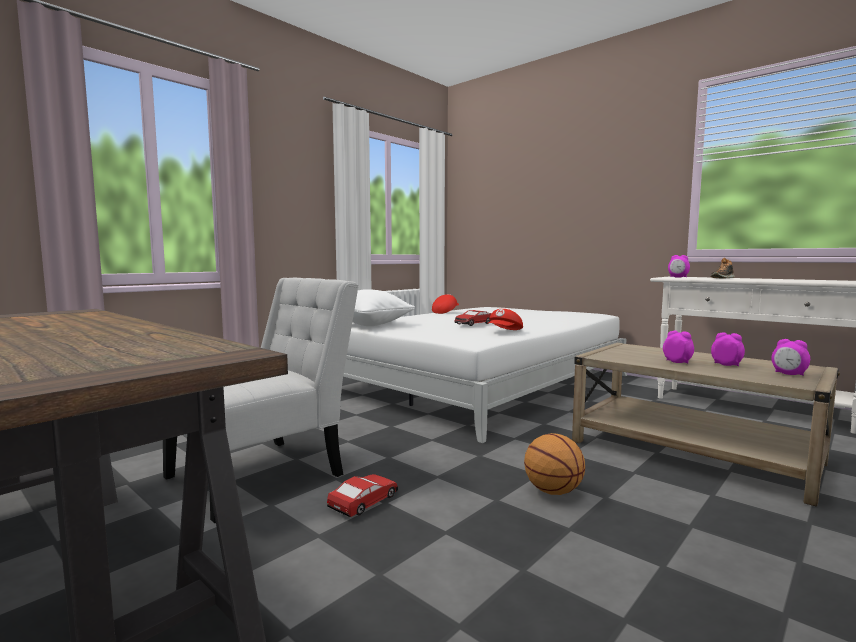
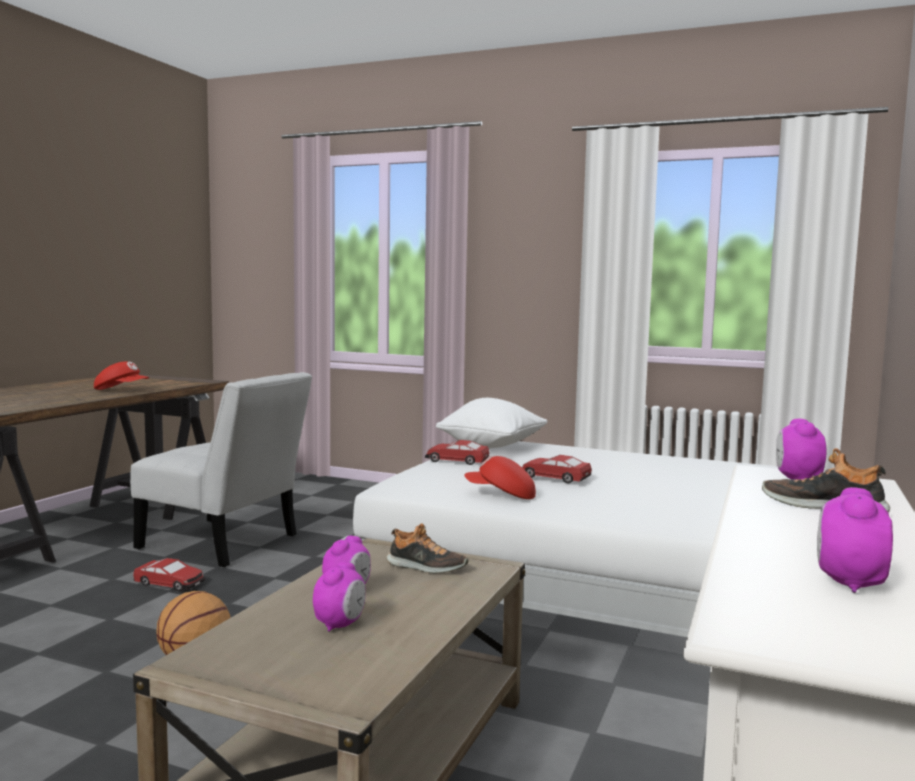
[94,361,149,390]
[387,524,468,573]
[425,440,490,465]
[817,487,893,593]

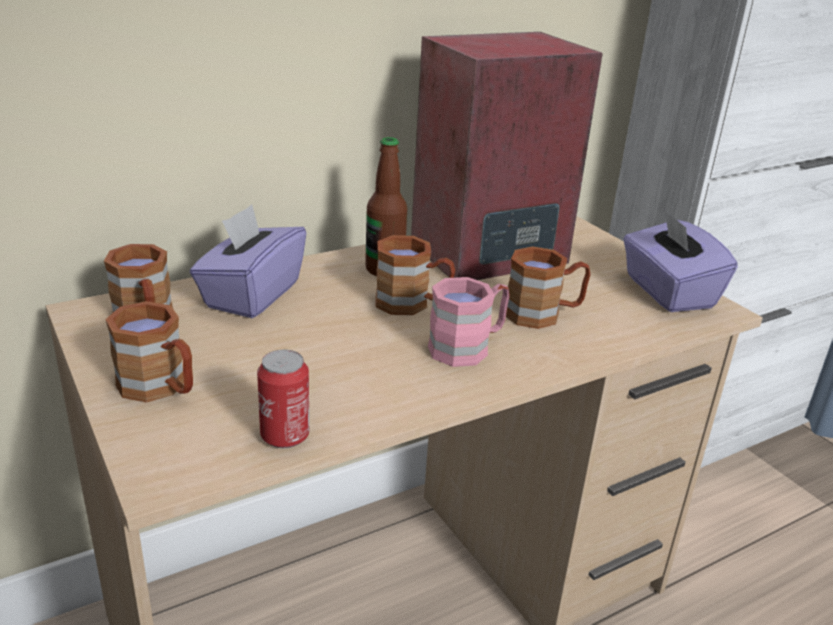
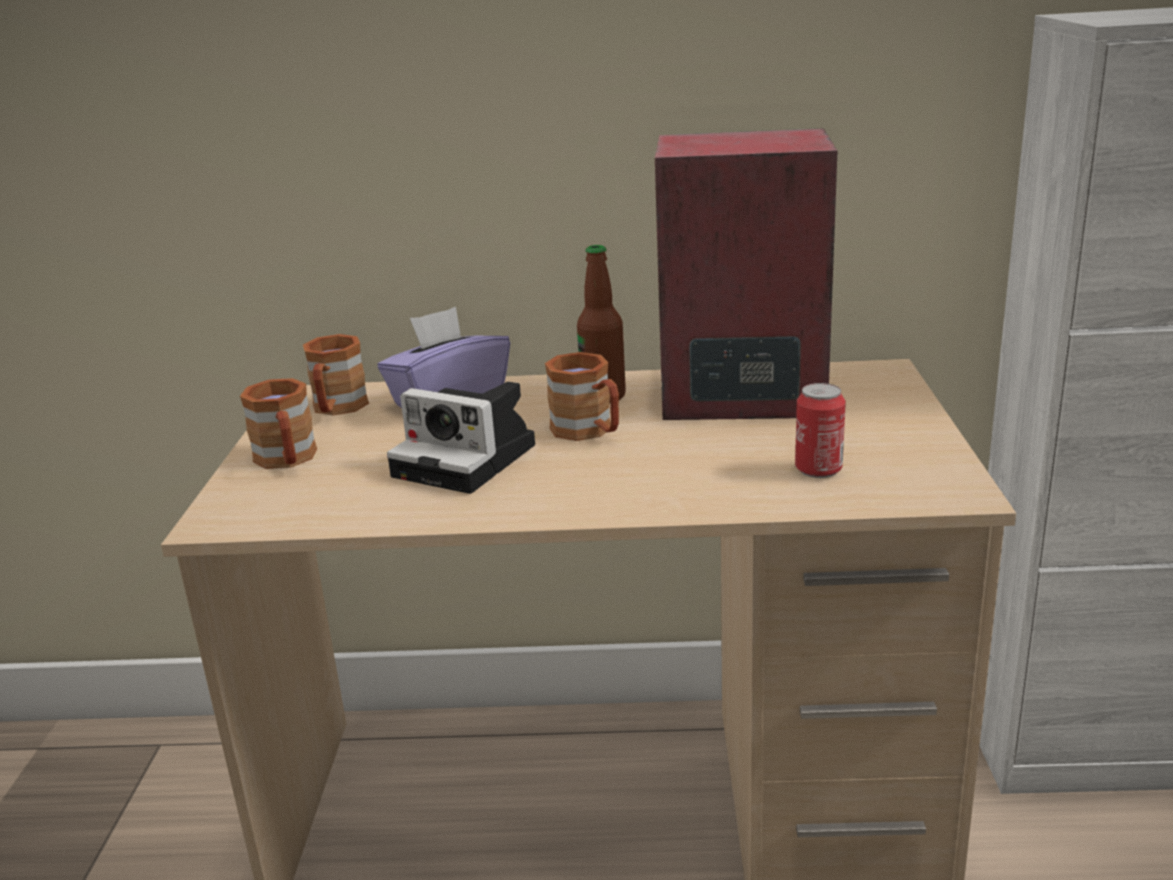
[387,381,535,494]
[795,383,846,478]
[428,277,510,367] (first image)
[506,246,591,329] (first image)
[623,210,738,312] (first image)

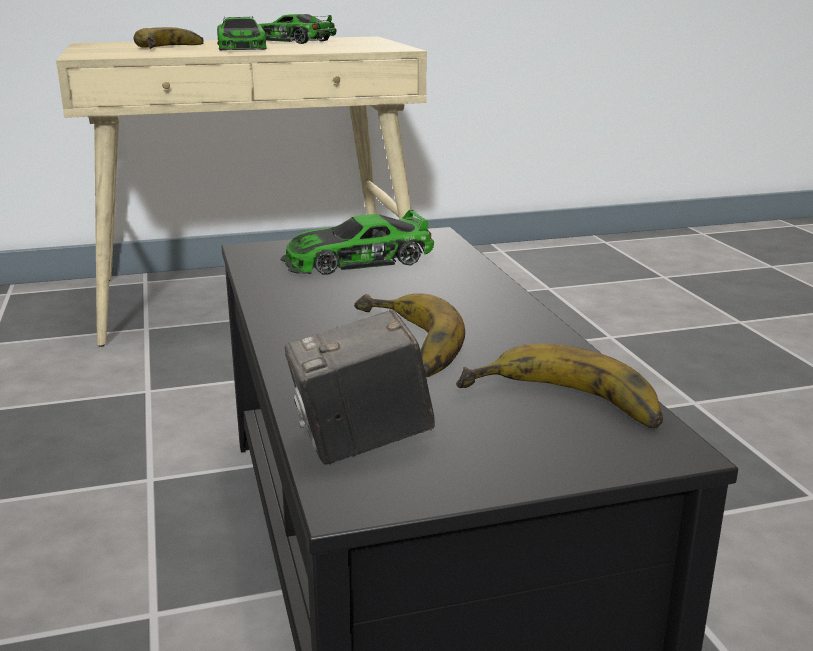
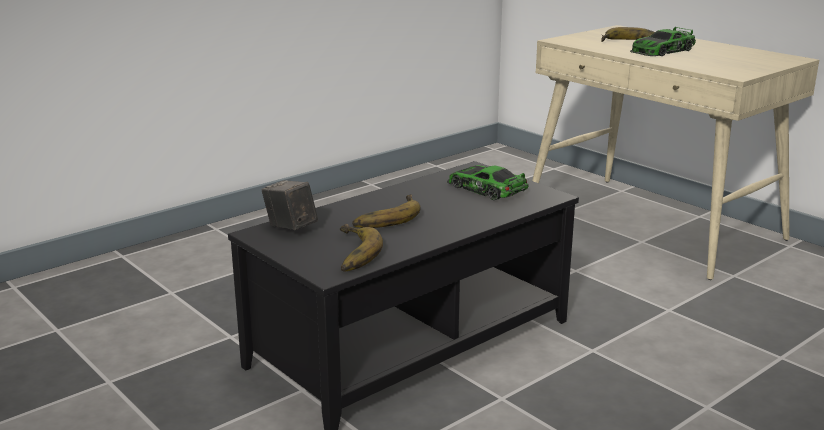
[259,14,337,44] (first image)

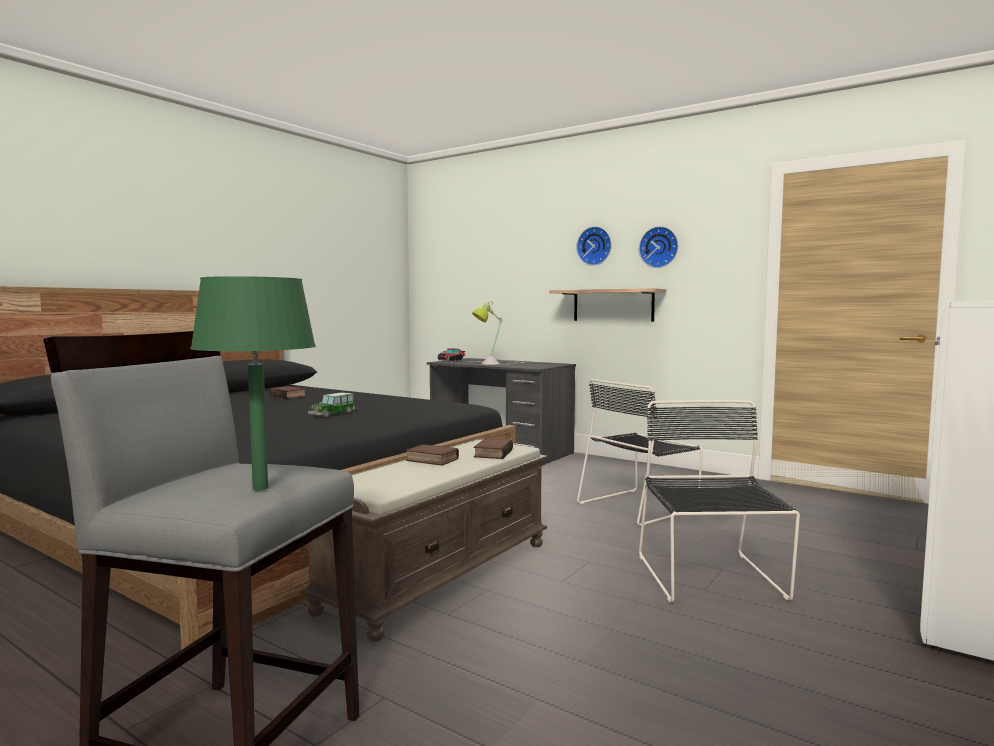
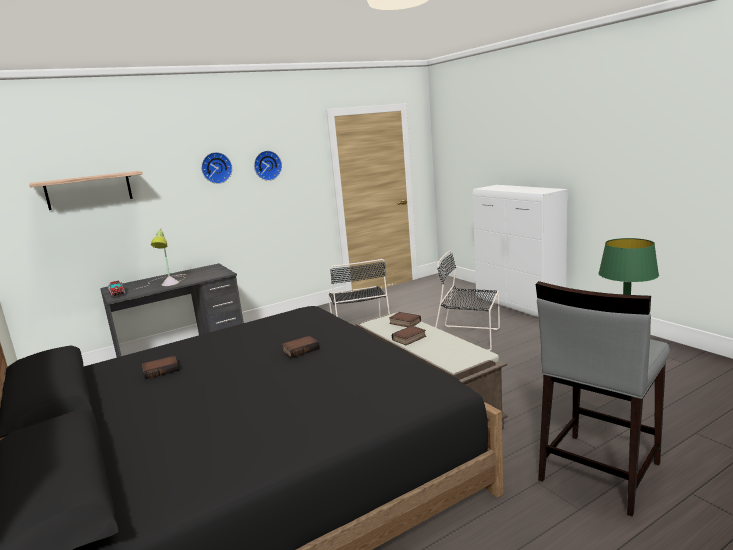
[29,171,143,210]
[282,336,320,358]

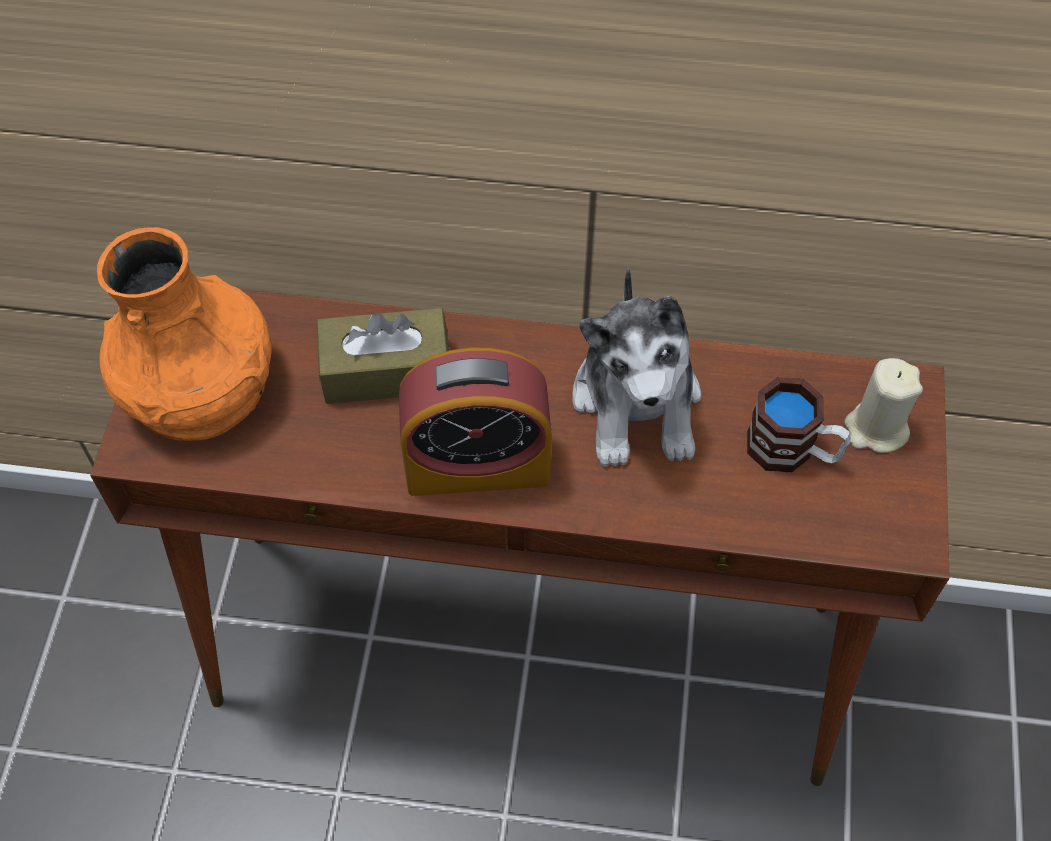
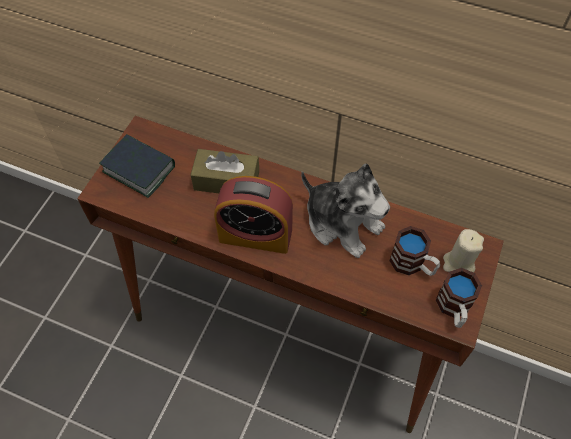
[99,134,175,198]
[301,164,390,258]
[436,268,482,328]

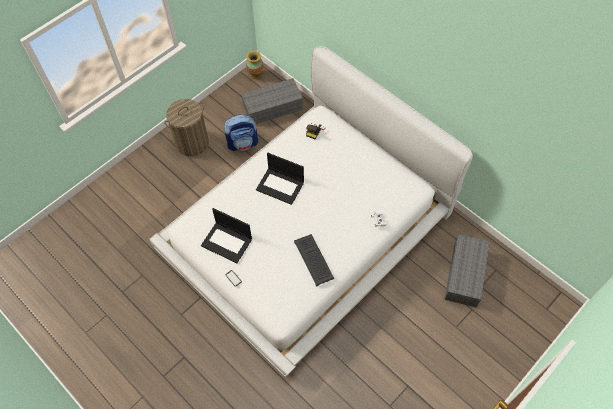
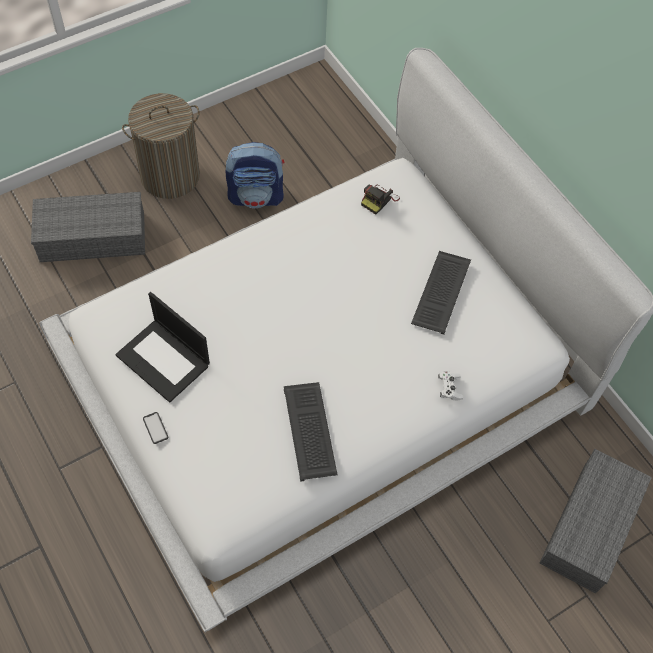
[31,192,145,262]
[411,251,471,334]
[246,51,264,79] (first image)
[256,153,304,205] (first image)

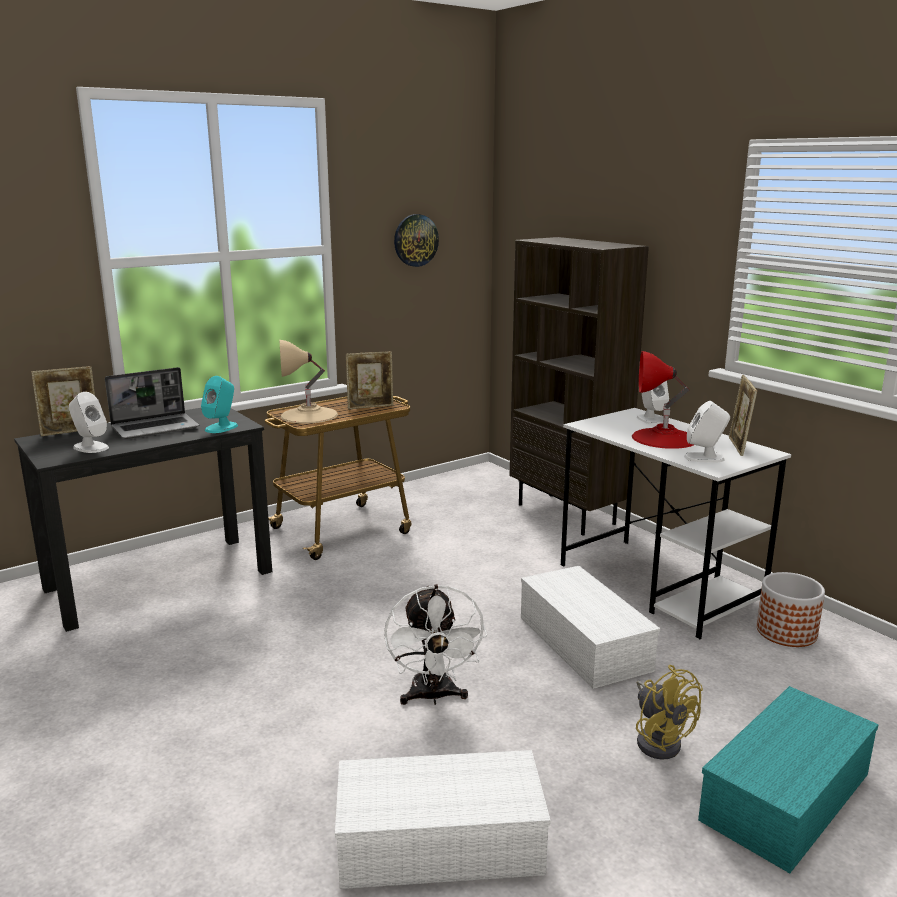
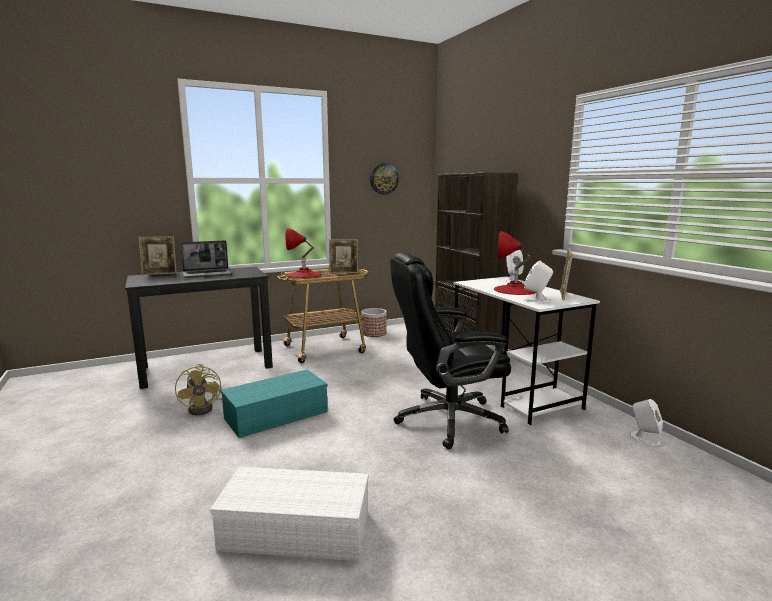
[175,364,222,415]
[221,370,328,438]
[286,228,322,278]
[361,308,387,337]
[390,252,511,449]
[629,399,663,446]
[201,376,238,433] (first image)
[384,584,487,705] (first image)

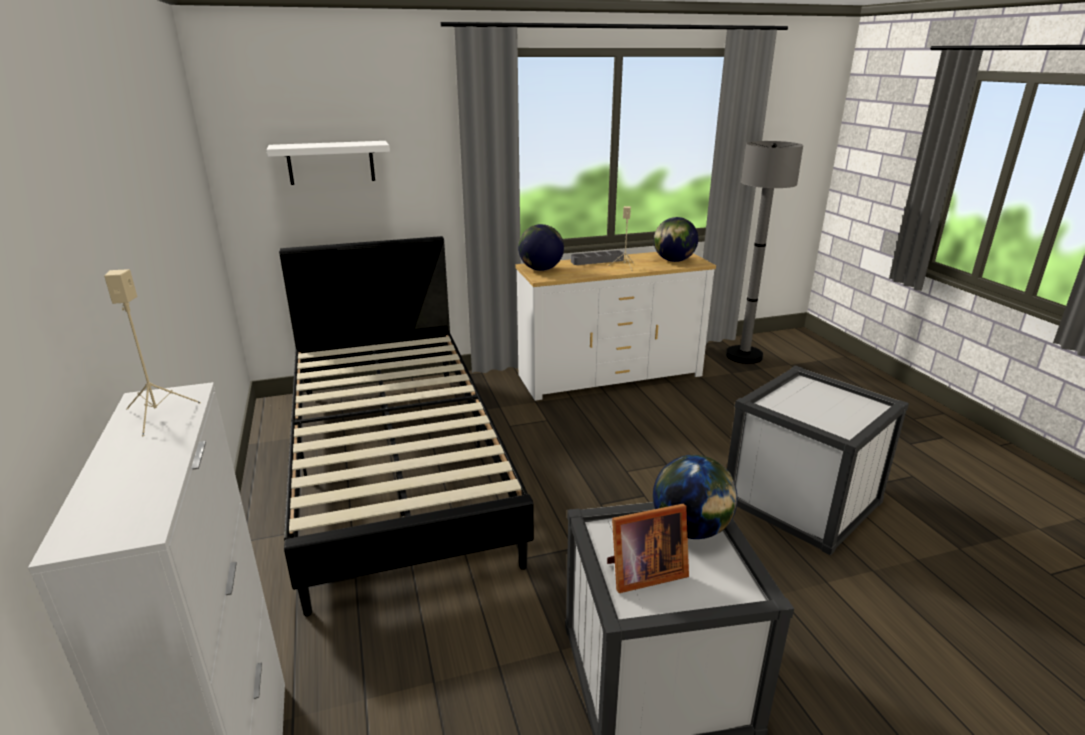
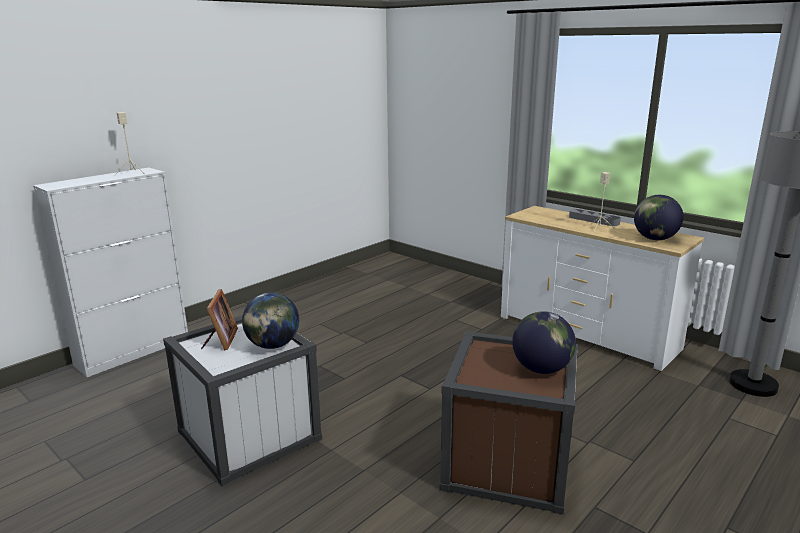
[201,289,238,350]
[440,331,578,515]
[512,311,576,374]
[267,141,390,185] (first image)
[279,236,534,617] (first image)

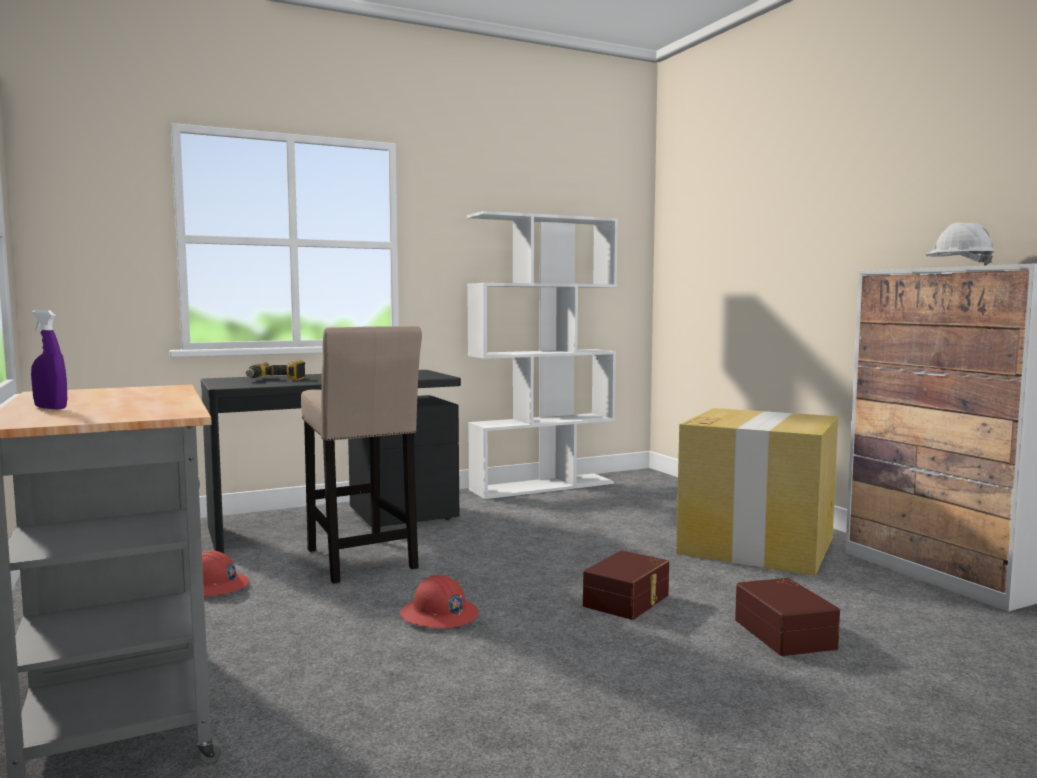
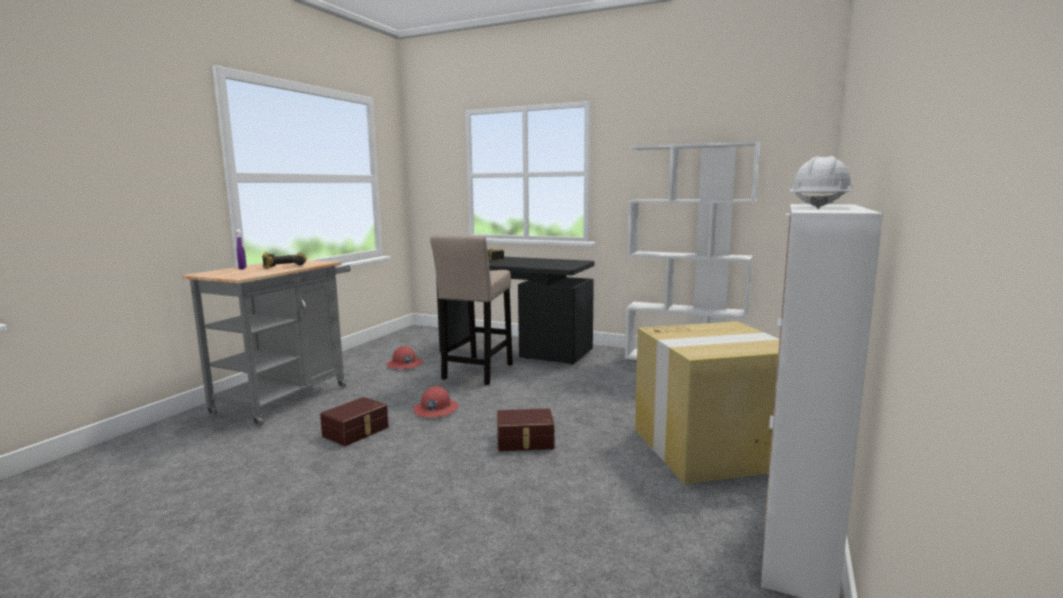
[262,252,306,269]
[320,397,389,446]

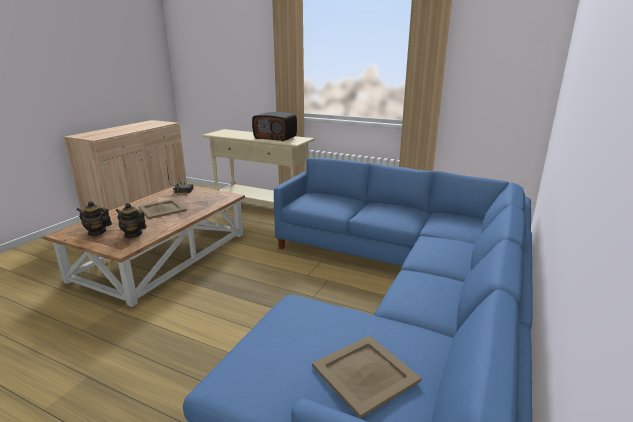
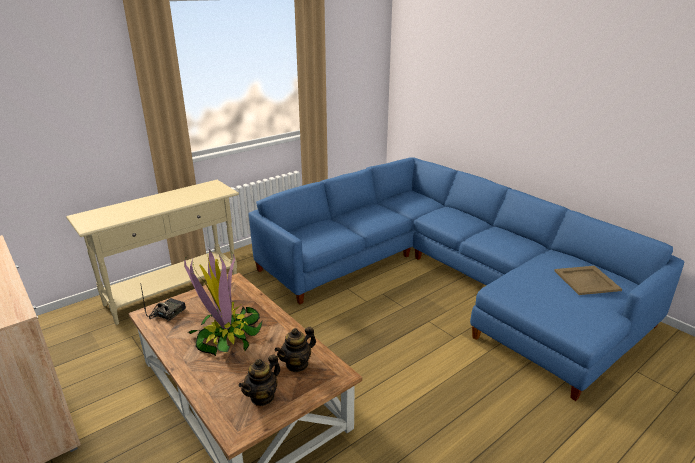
[184,249,262,356]
[252,112,297,141] (first image)

